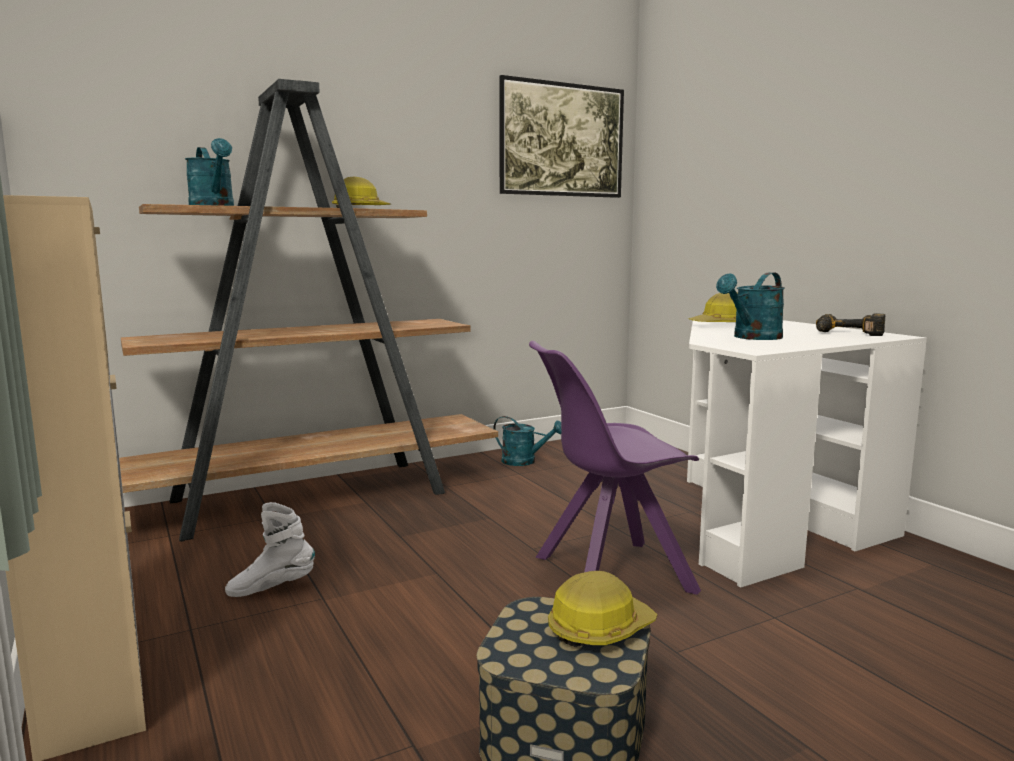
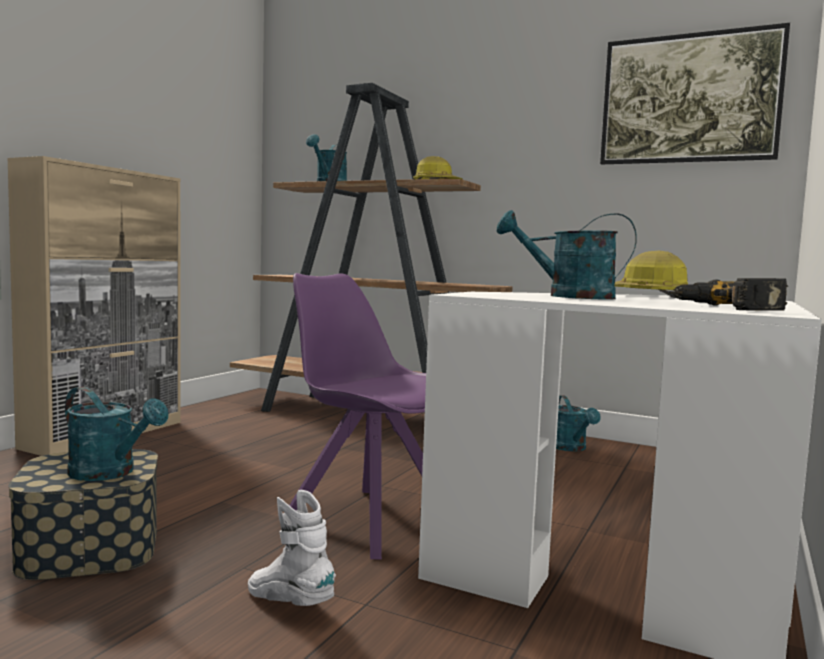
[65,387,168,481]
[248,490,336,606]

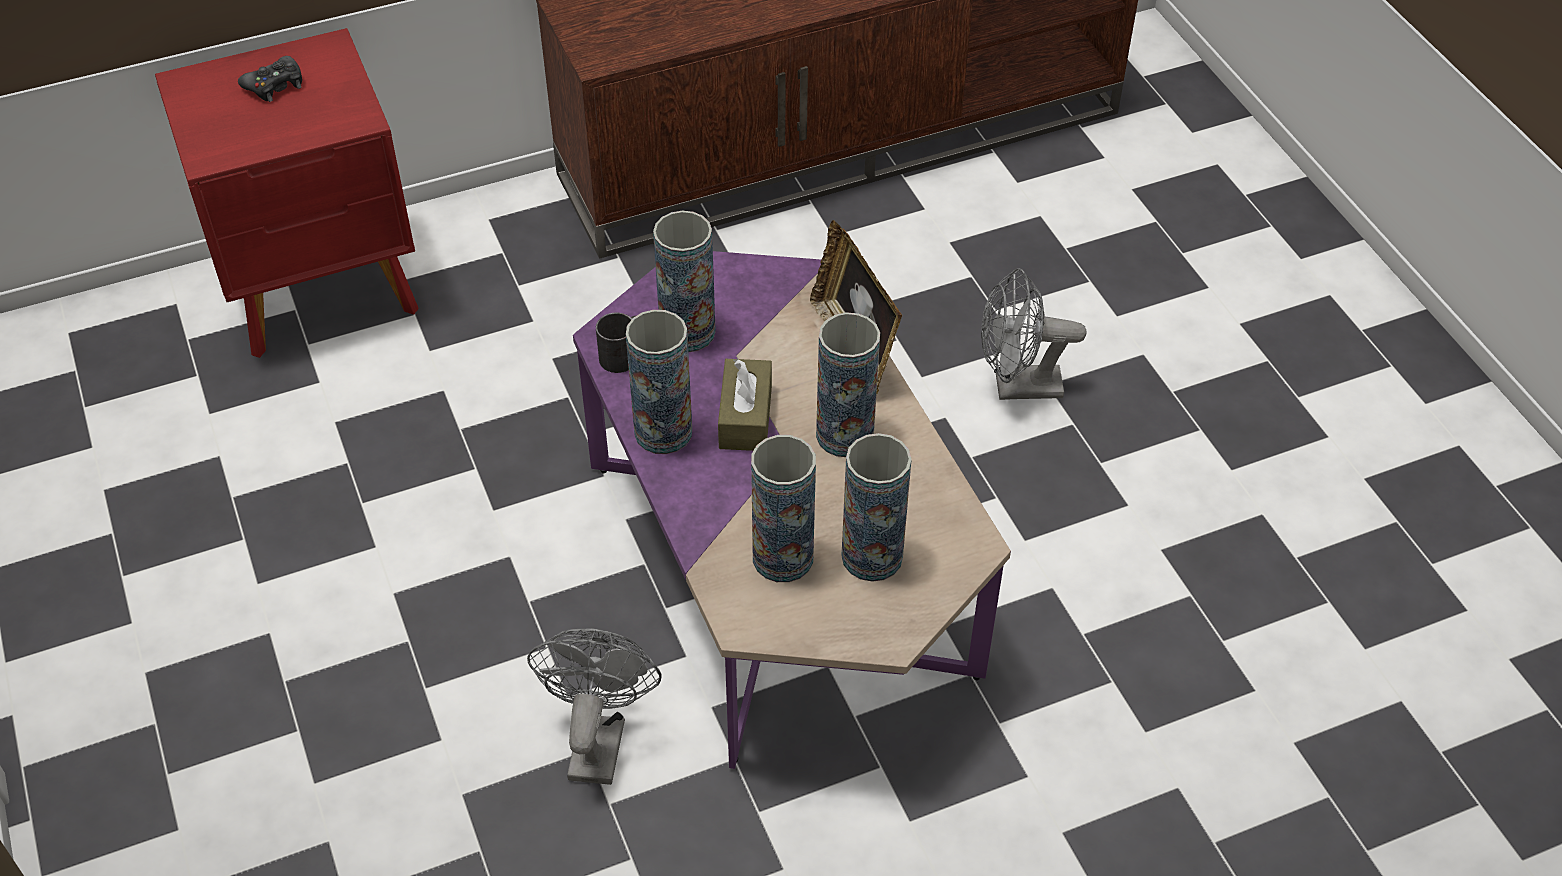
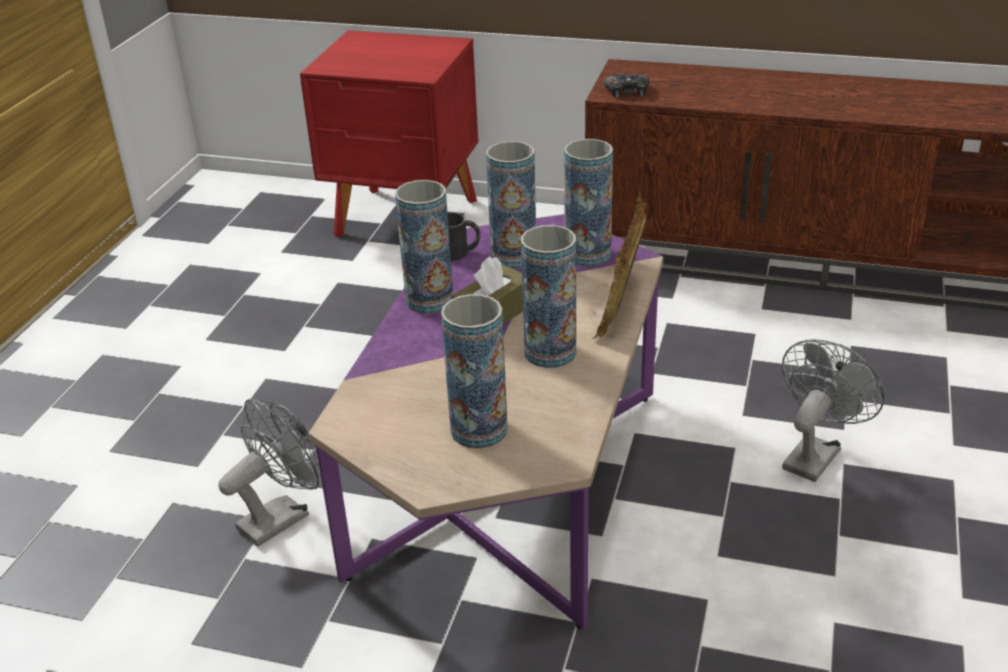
[564,139,613,267]
[604,73,649,97]
[782,339,884,482]

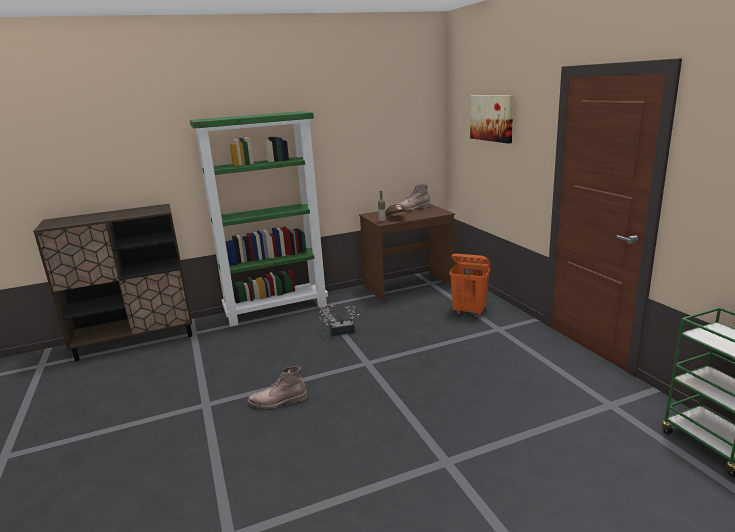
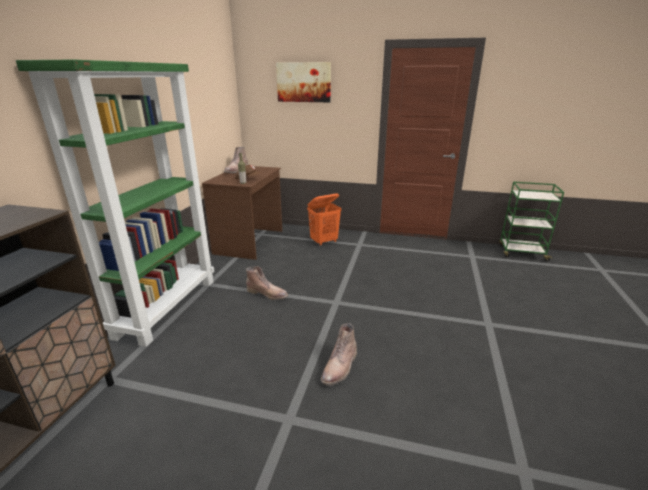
[246,266,288,300]

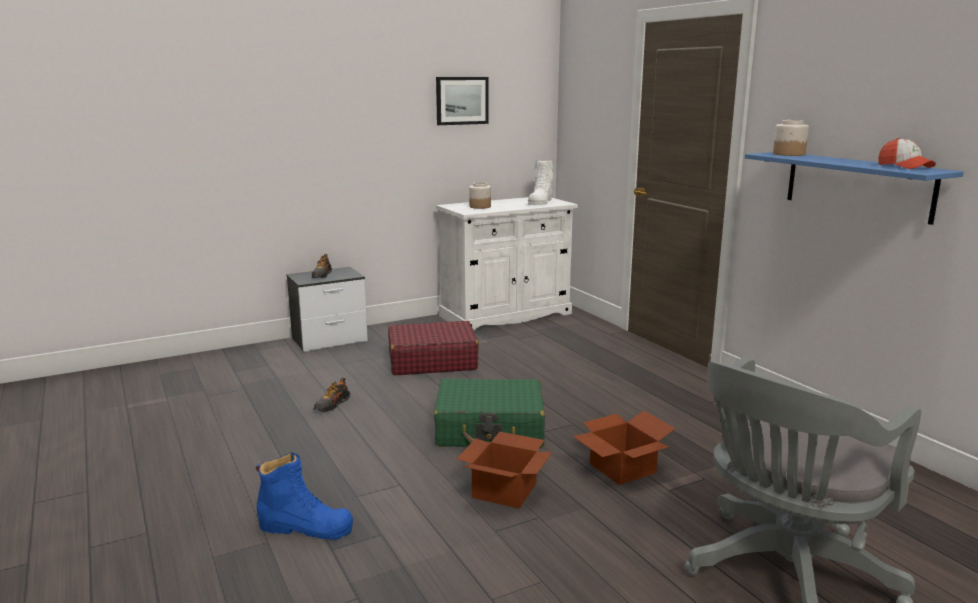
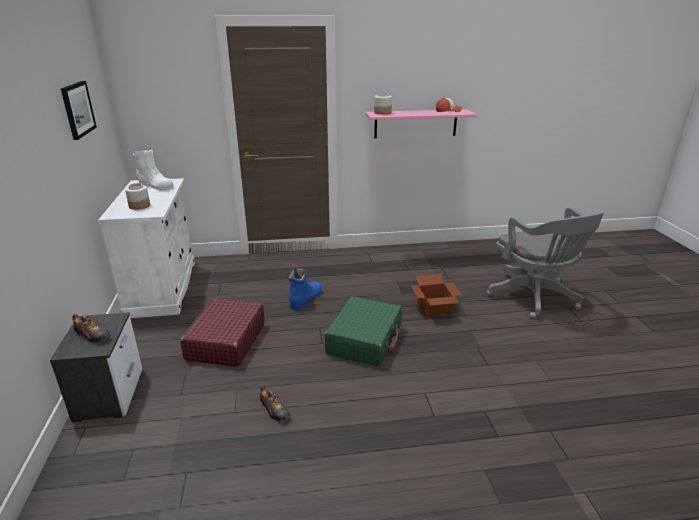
[288,268,322,310]
[365,109,477,138]
[457,432,552,509] (first image)

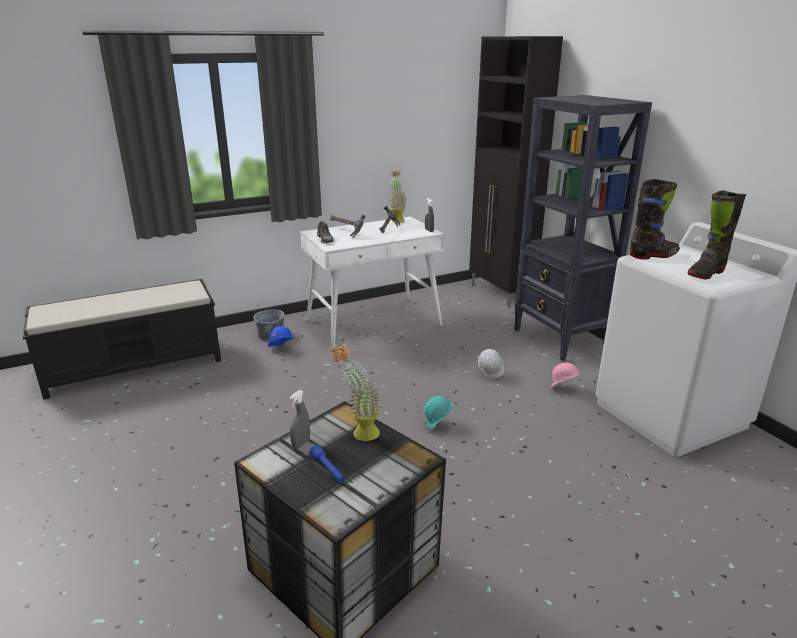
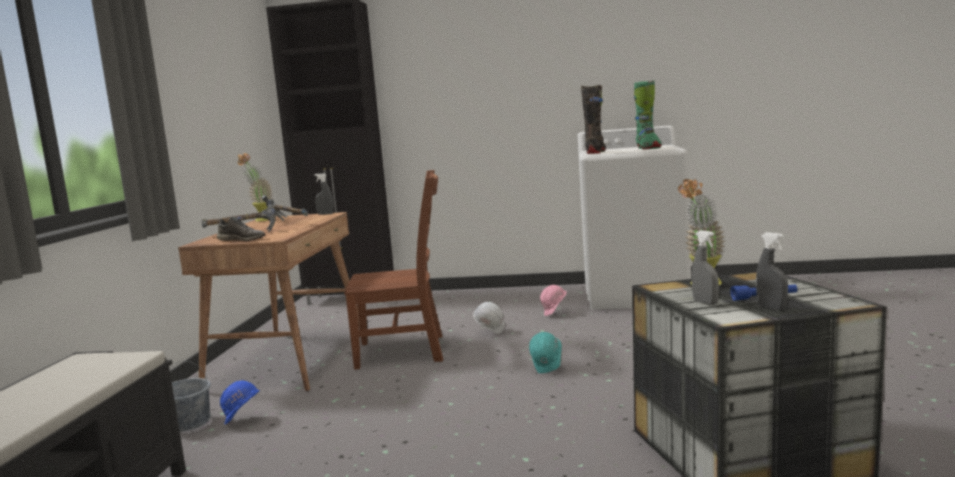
[178,212,360,392]
[344,170,443,370]
[634,80,662,150]
[756,232,788,310]
[514,95,652,361] (first image)

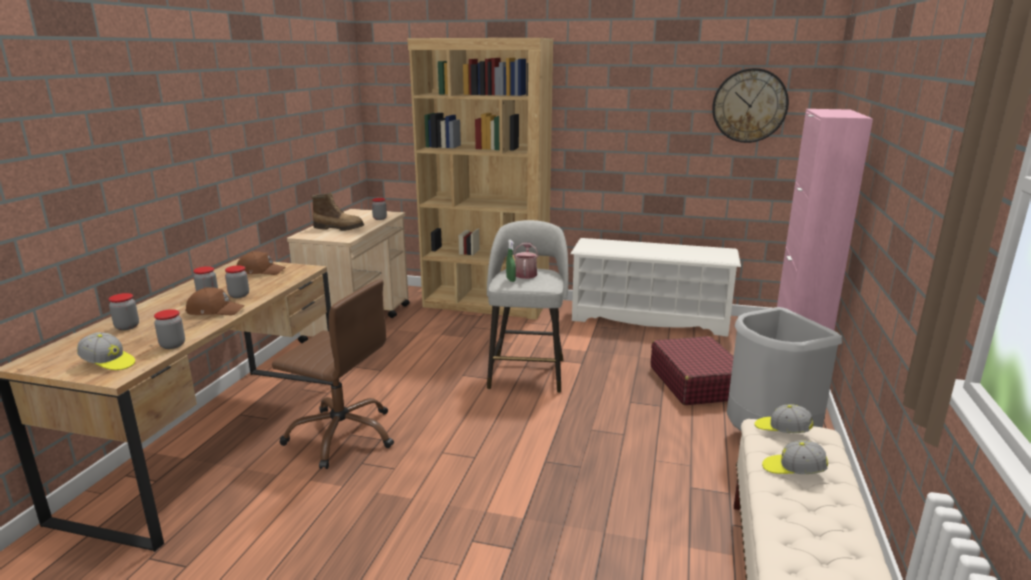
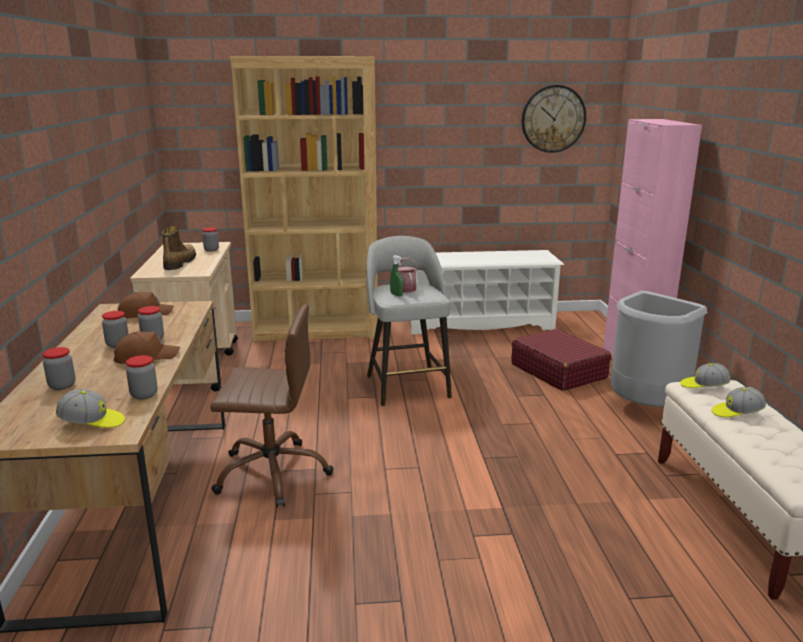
[162,226,196,270]

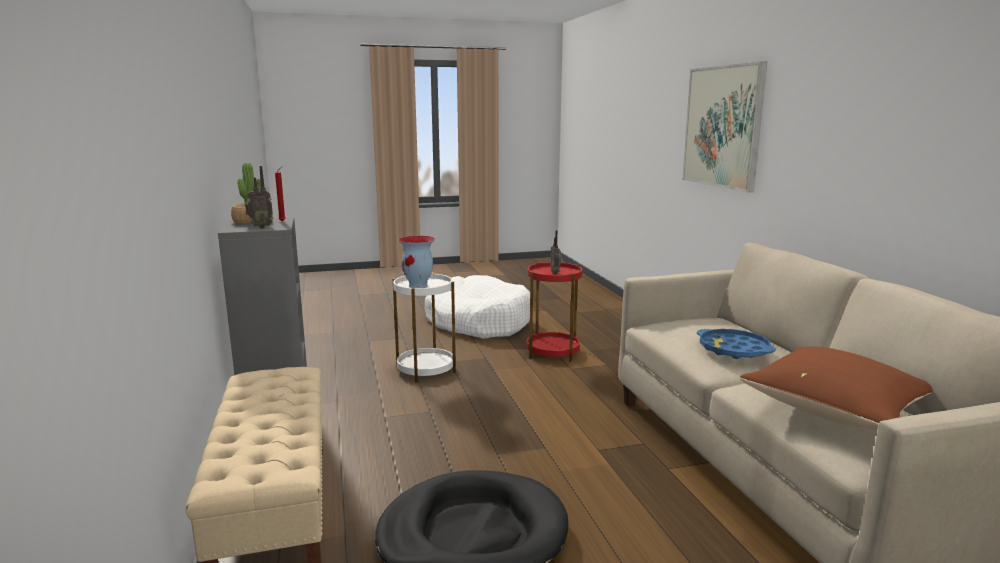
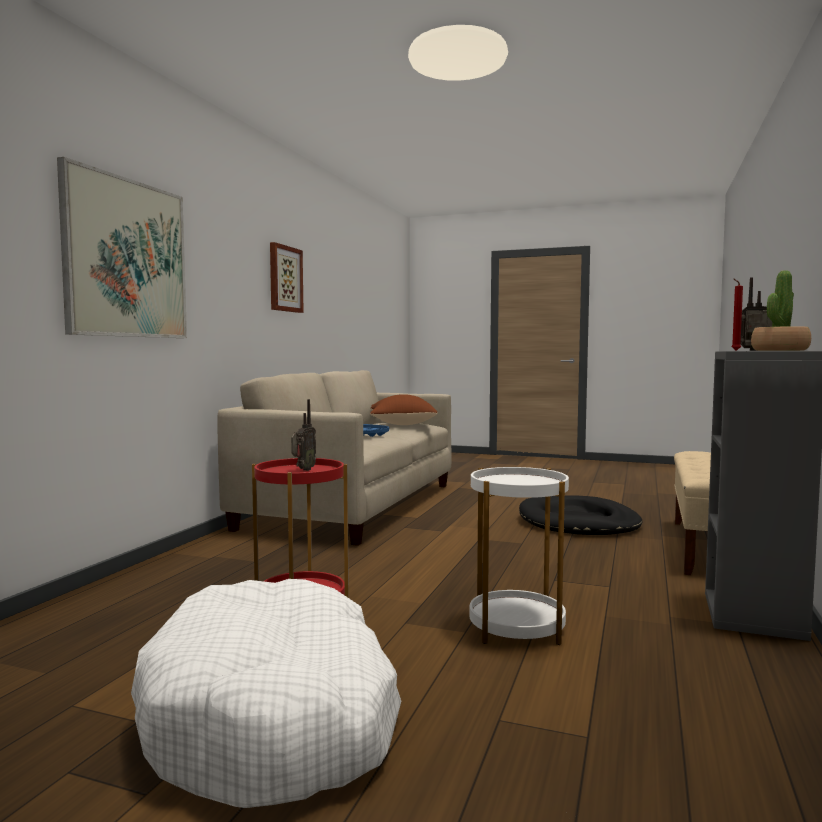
[270,242,304,313]
[398,236,435,288] (first image)

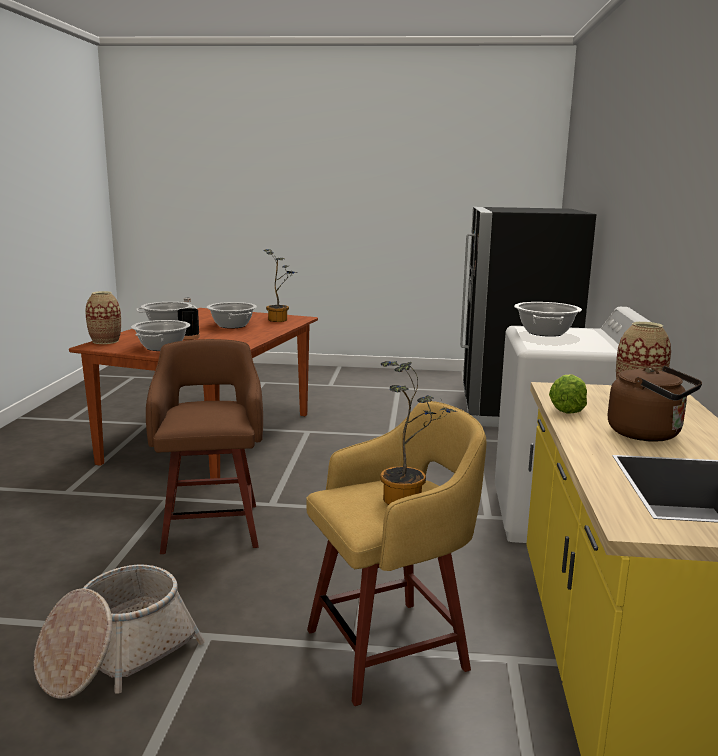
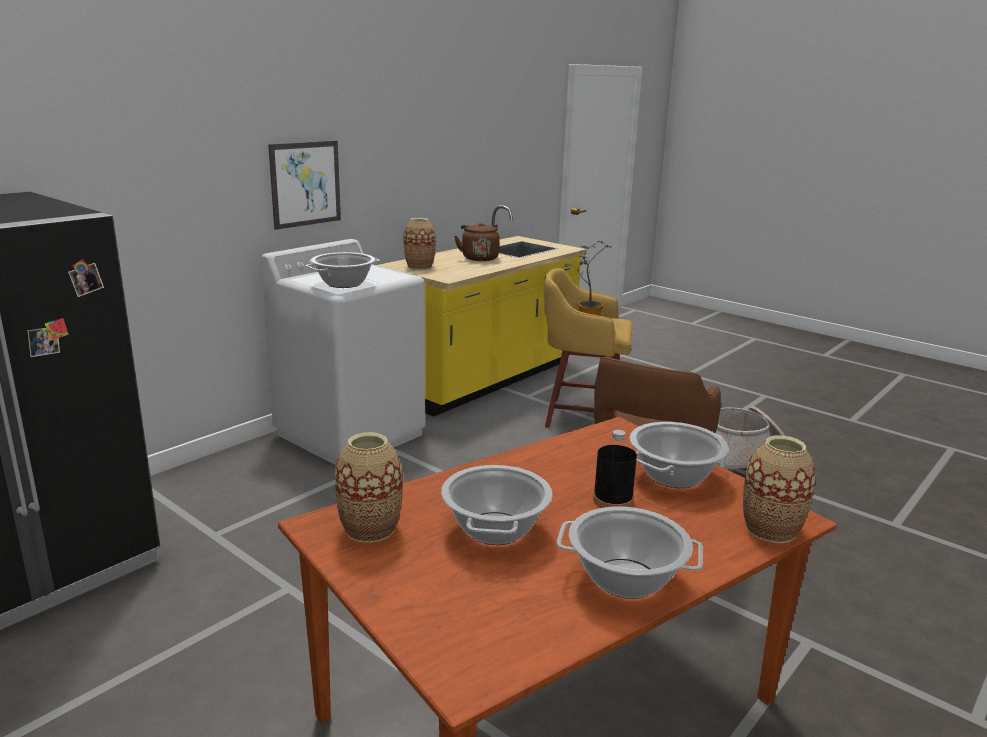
[268,141,341,230]
[335,432,403,543]
[549,374,587,414] (first image)

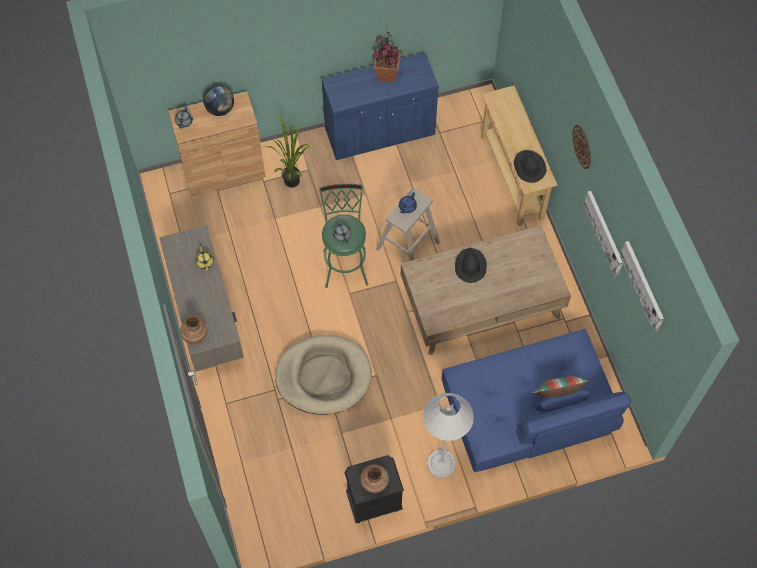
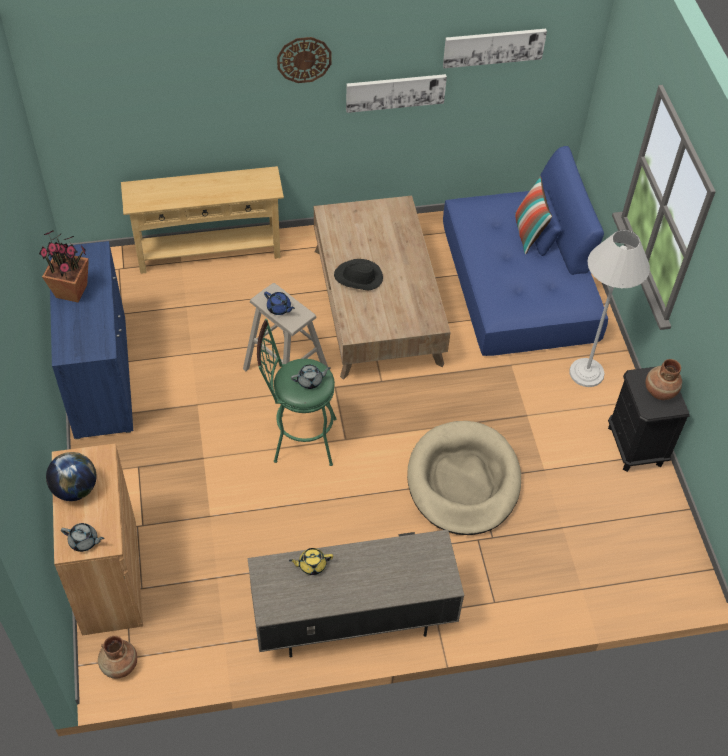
[98,636,137,678]
[262,112,310,188] (first image)
[514,150,546,183] (first image)

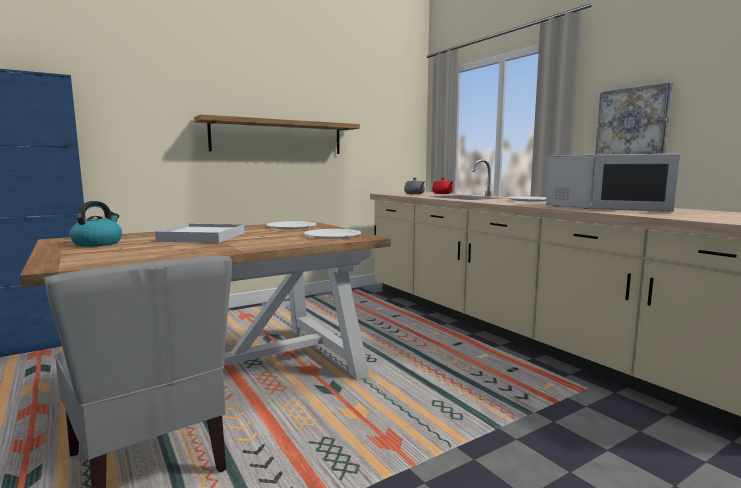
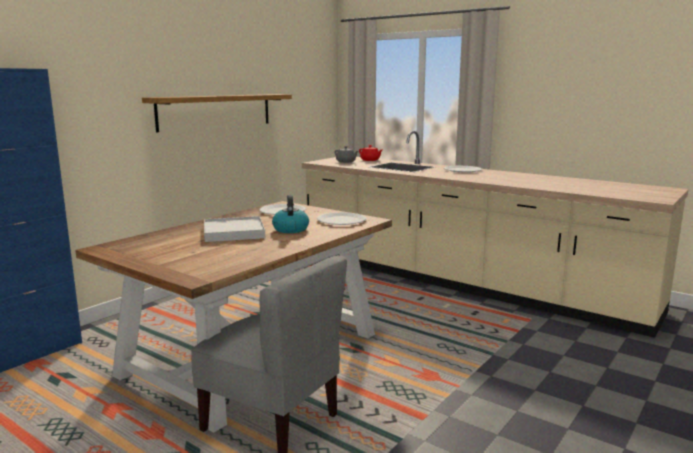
[272,195,309,233]
[546,154,680,212] (first image)
[595,82,673,155] (first image)

